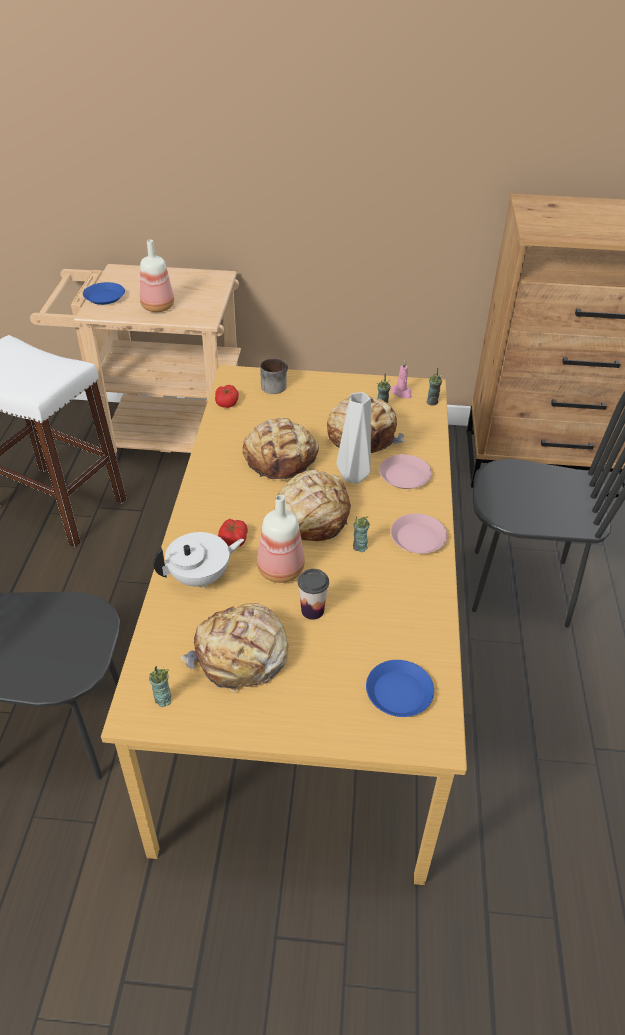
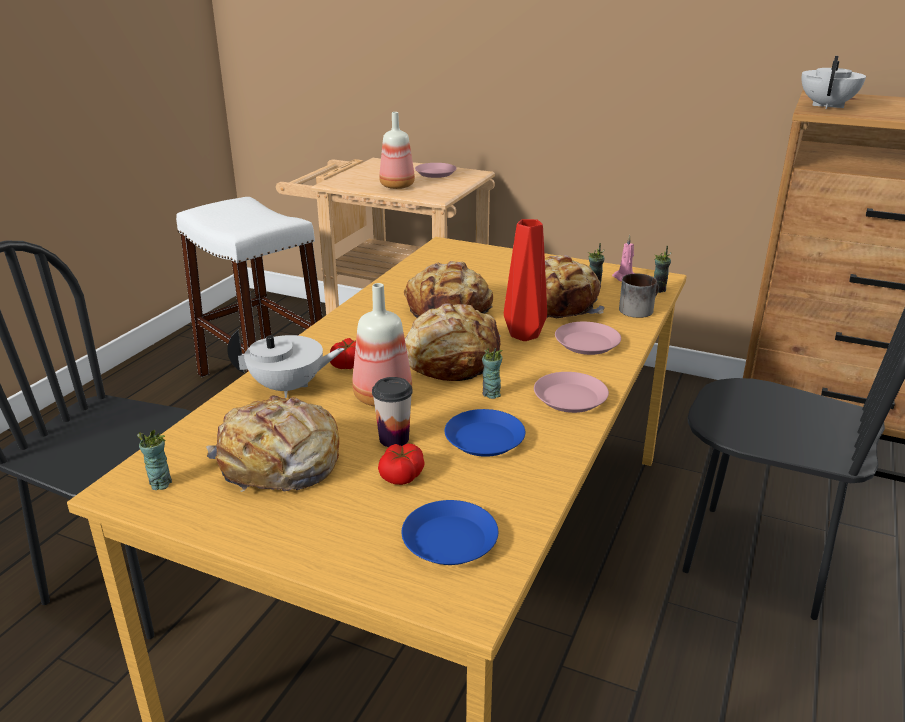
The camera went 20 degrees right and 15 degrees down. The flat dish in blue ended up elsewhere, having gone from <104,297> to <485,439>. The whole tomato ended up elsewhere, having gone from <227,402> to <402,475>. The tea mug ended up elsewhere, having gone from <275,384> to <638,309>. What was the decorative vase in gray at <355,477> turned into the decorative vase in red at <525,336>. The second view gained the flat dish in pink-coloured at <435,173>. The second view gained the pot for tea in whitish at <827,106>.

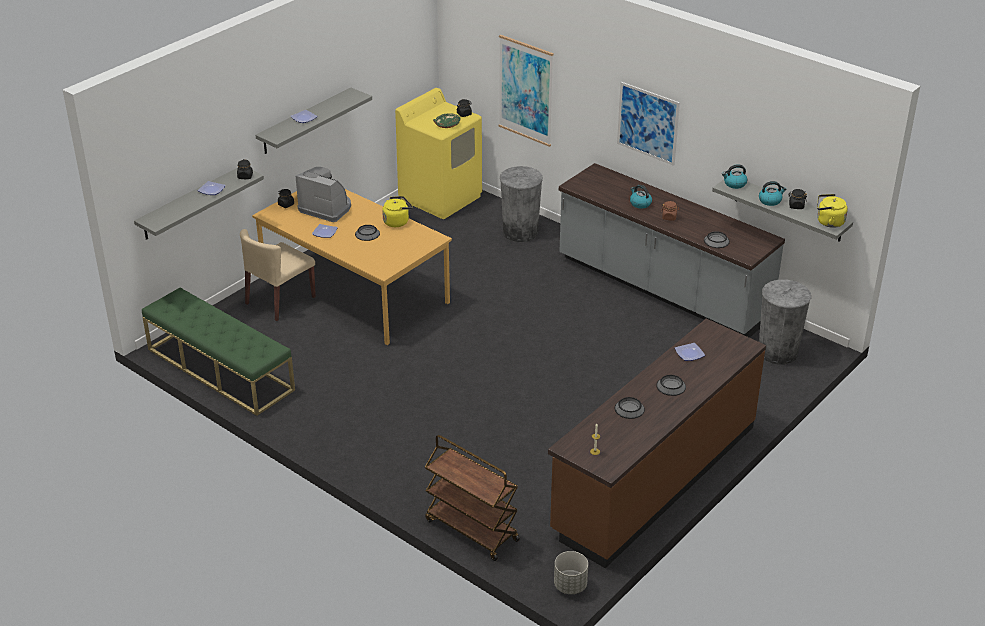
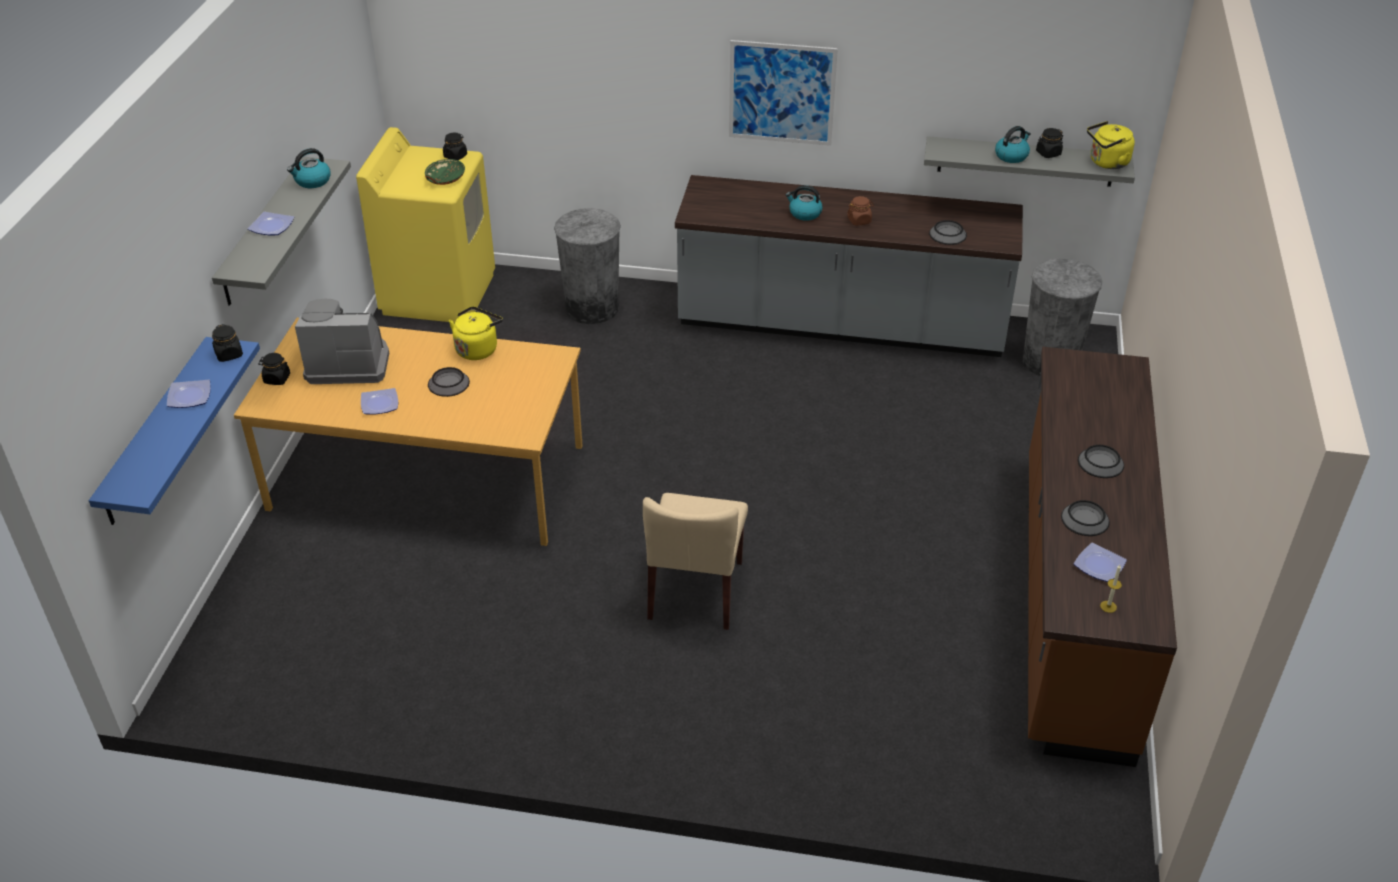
The camera went 30 degrees left and 5 degrees up. What was the bracket shelf in gray at <191,203> turned into the bracket shelf in blue at <156,431>. The second view lost the bench in green-coloured at <220,369>. The chair in beige ended up elsewhere, having gone from <280,300> to <696,590>. The second view lost the wheeled cart in brown at <471,530>. The second view lost the wall picture at <526,90>. The second view lost the plant pot in gray at <570,585>. The flat dish ended up elsewhere, having gone from <689,354> to <1099,566>. The tea kettle ended up elsewhere, having gone from <734,184> to <312,181>.

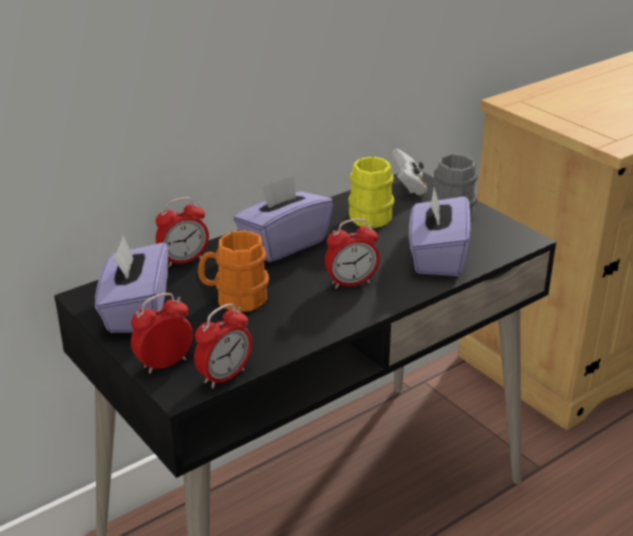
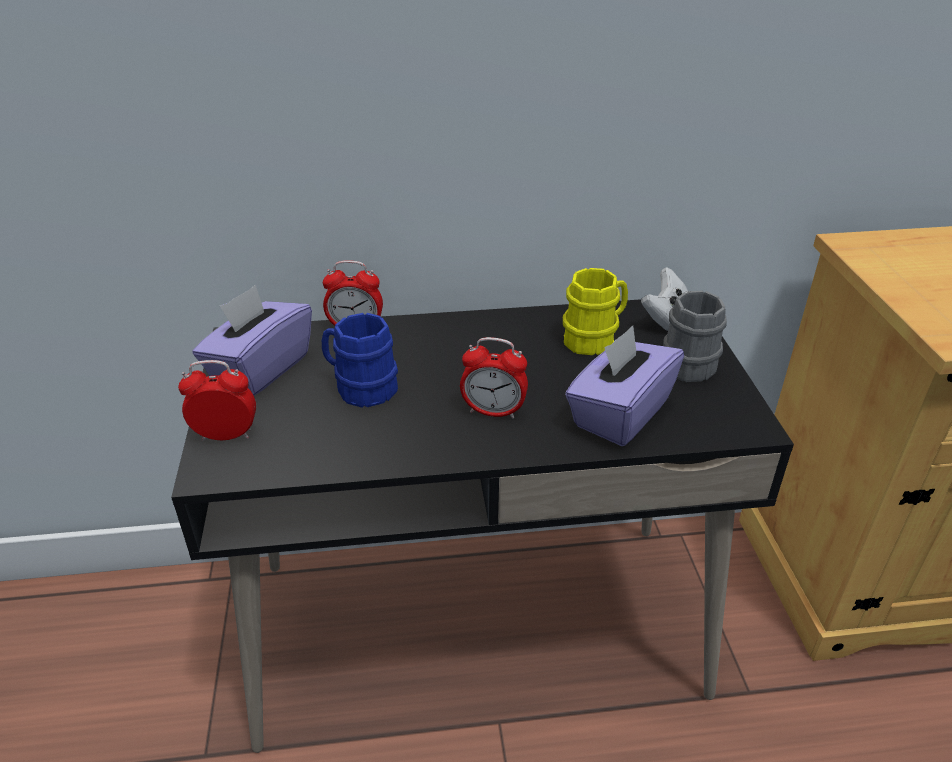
The camera went 30 degrees right and 5 degrees up. The second view lost the bedside clock at <224,376>. What was the tea mug in orange-coloured at <235,298> turned into the tea mug in blue at <360,387>. The second view lost the box of tissues in purplish at <283,243>.

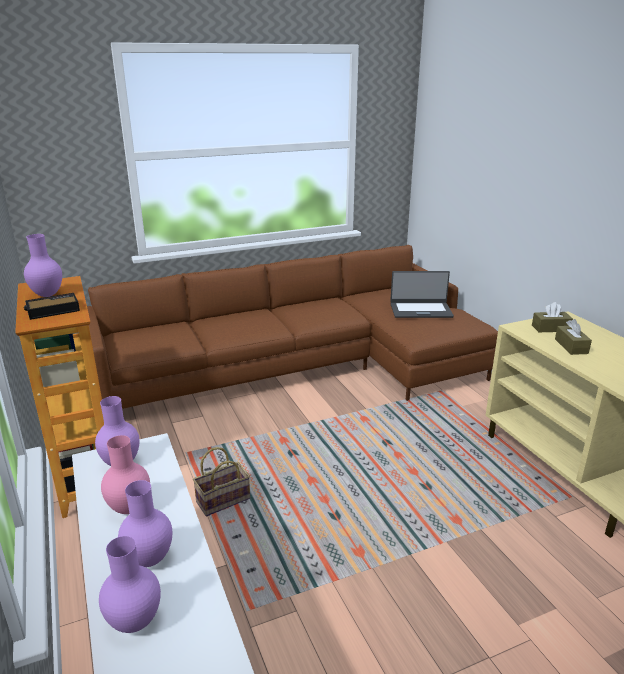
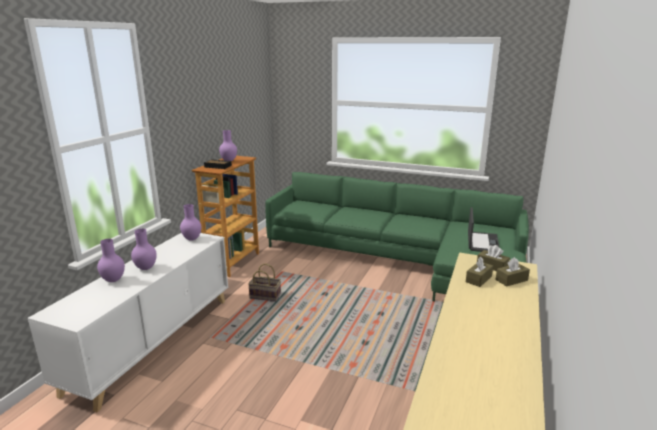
The camera went 45 degrees right and 5 degrees down. What was the settee in brown at <304,367> turned into the settee in green-coloured at <401,259>. The second view lost the decorative vase in pink-coloured at <128,509>. The notebook computer at <420,310> ended up facing another way, 120 degrees counterclockwise from before. The second view gained the box of tissues in brown at <511,280>.

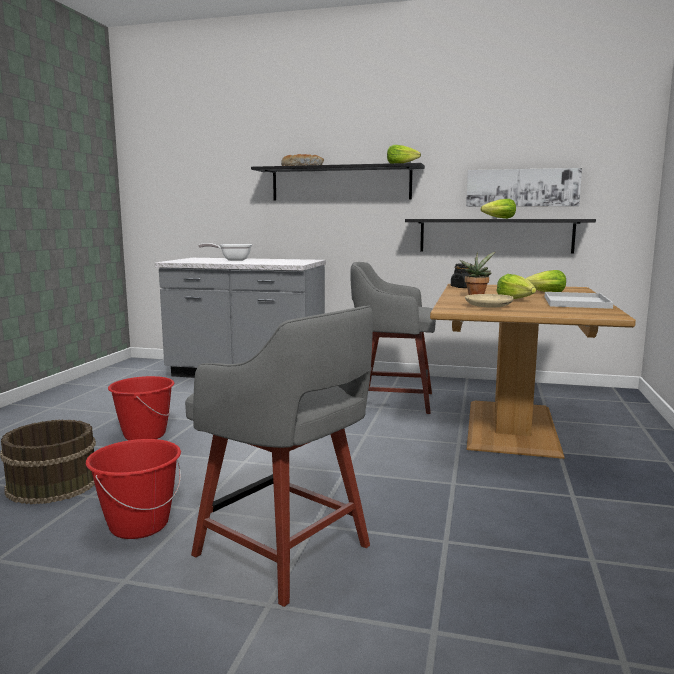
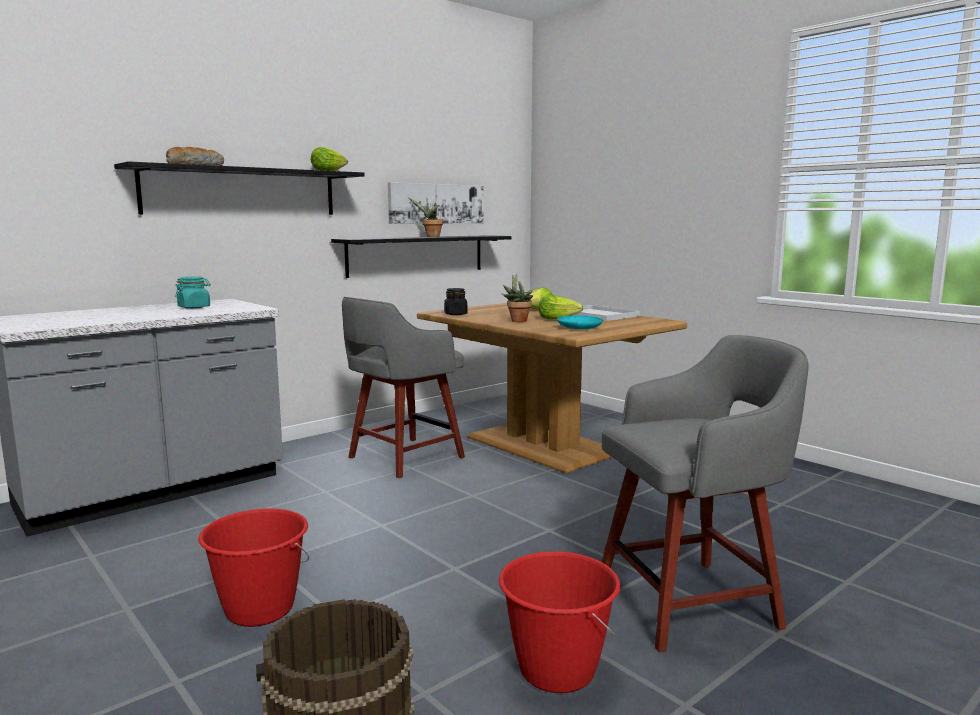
The camera went 55 degrees left and 0 degrees up. The second view lost the pan at <232,260>. What was the flat dish in beige at <488,306> turned into the flat dish in turquoise at <579,327>. Where the lettuce stood at <499,218>, the potted plant came to stand at <431,237>. The second view gained the jar in turquoise at <194,307>.

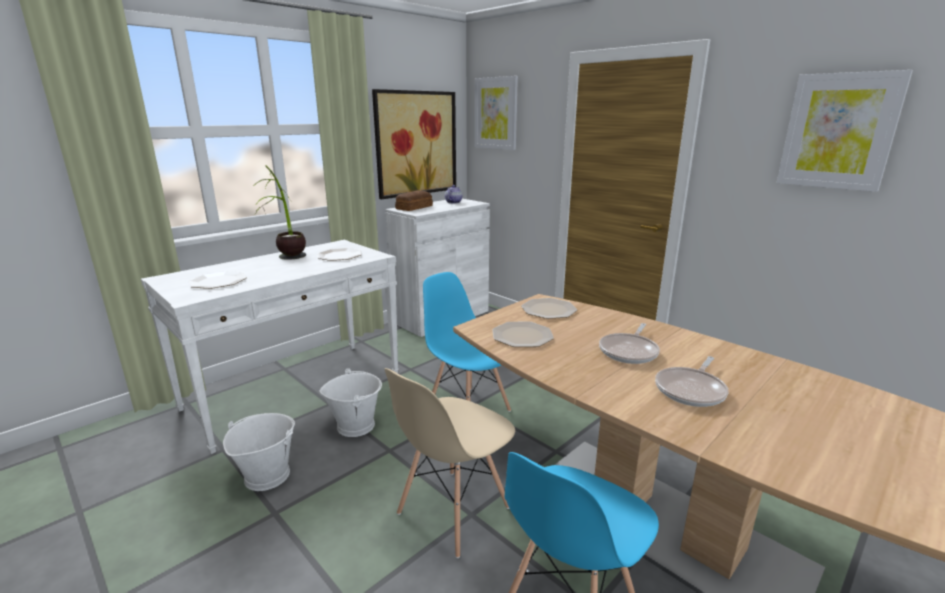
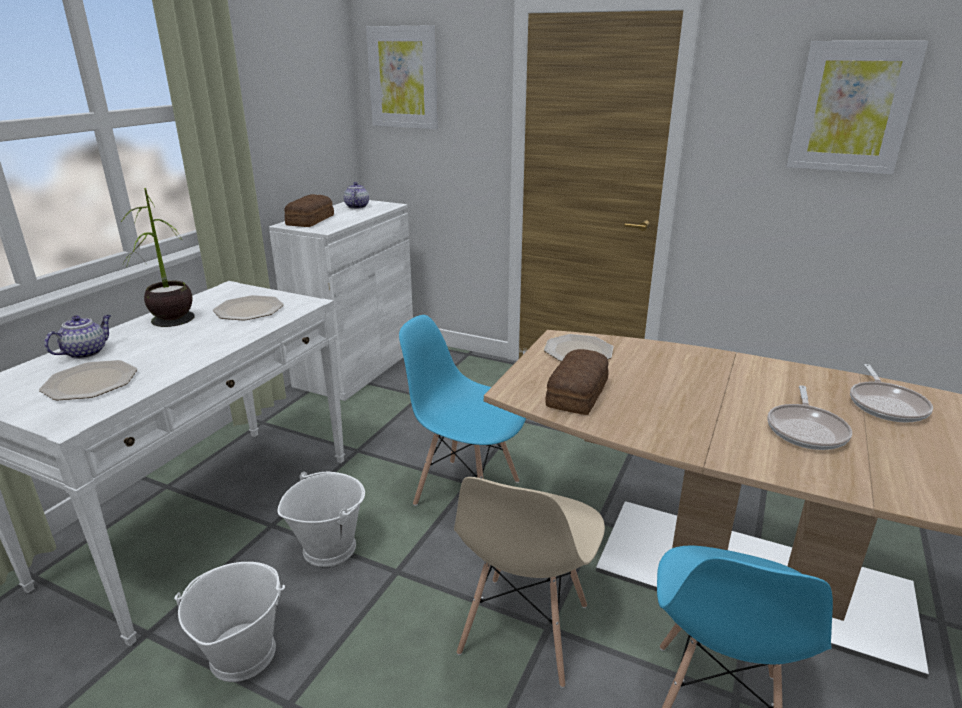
The camera went 20 degrees left and 5 degrees up. The second view lost the wall picture at <416,143>. Where the flat dish stood at <523,336>, the baked bread came to stand at <579,393>. The pan ended up elsewhere, having gone from <629,351> to <886,405>. The second view gained the pot for tea at <86,352>.

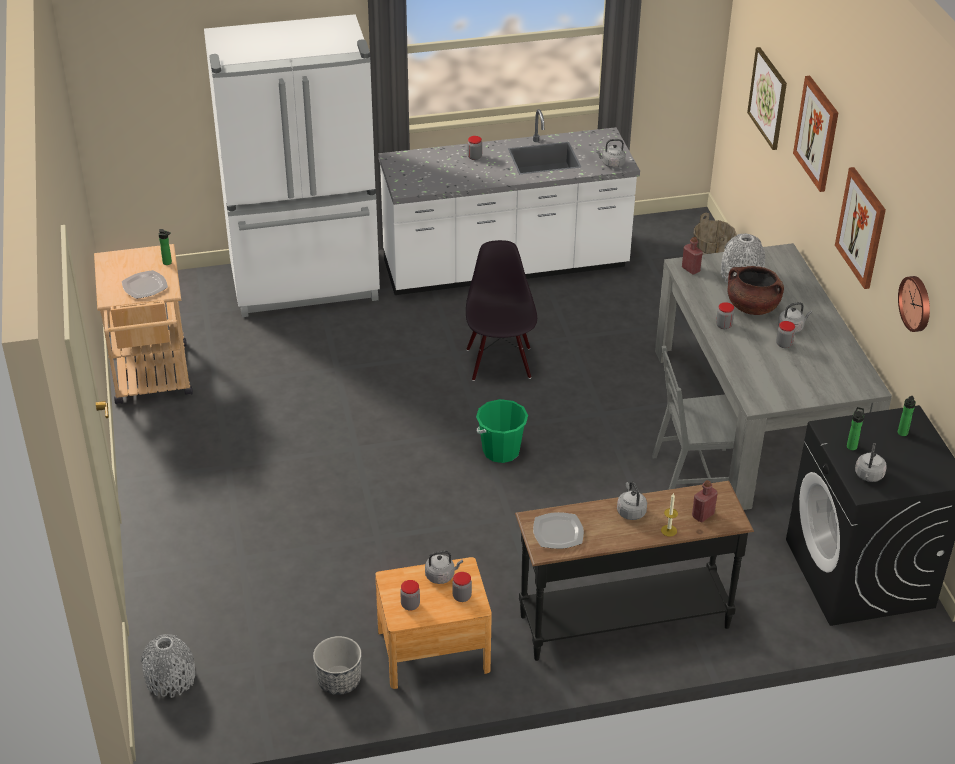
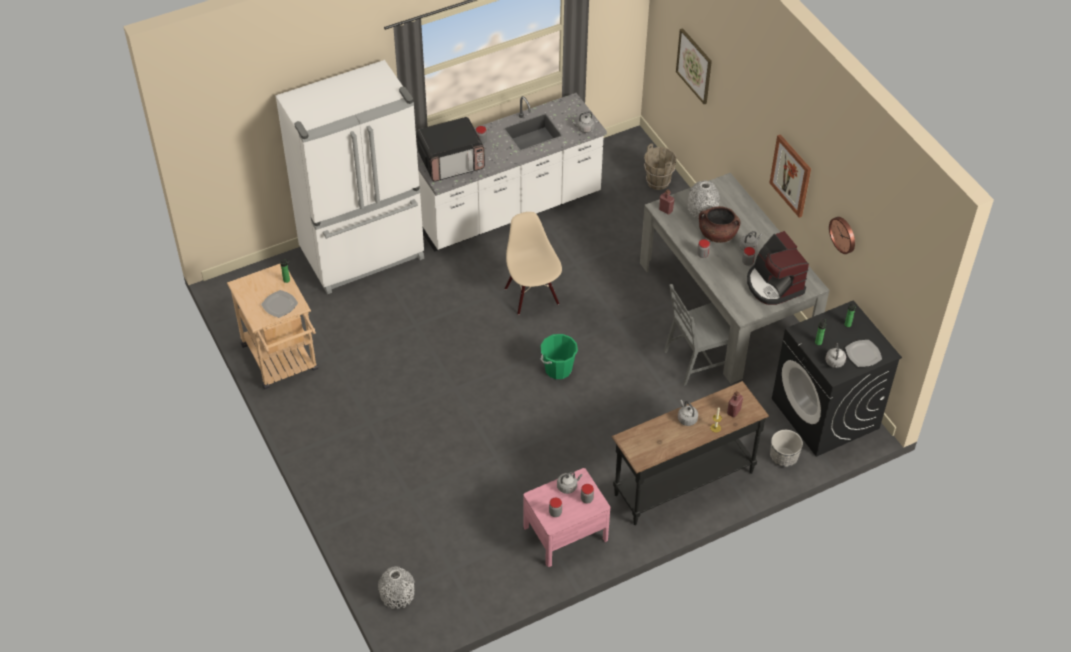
The camera went 15 degrees left and 10 degrees up. The plant pot ended up elsewhere, having gone from <339,681> to <783,457>. What was the night table in brown at <433,650> turned into the night table in pink-coloured at <565,533>. What was the chair in black-coloured at <499,363> turned into the chair in beige at <532,296>. The flat dish ended up elsewhere, having gone from <558,532> to <863,354>. The second view lost the wall picture at <817,133>. The second view gained the microwave at <451,161>. The second view gained the coffee brewer at <773,285>.

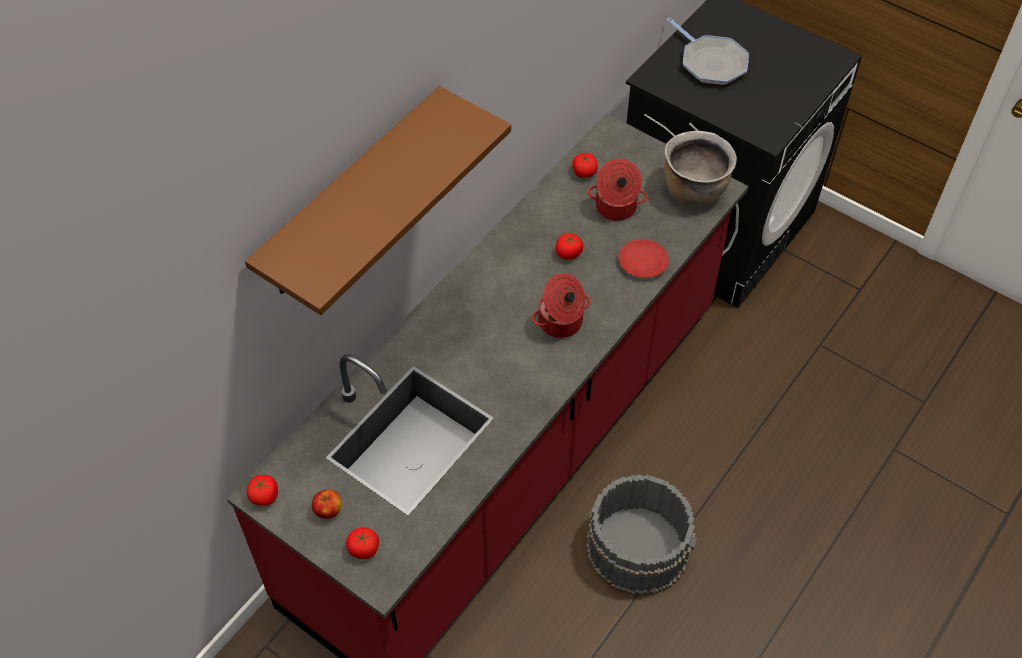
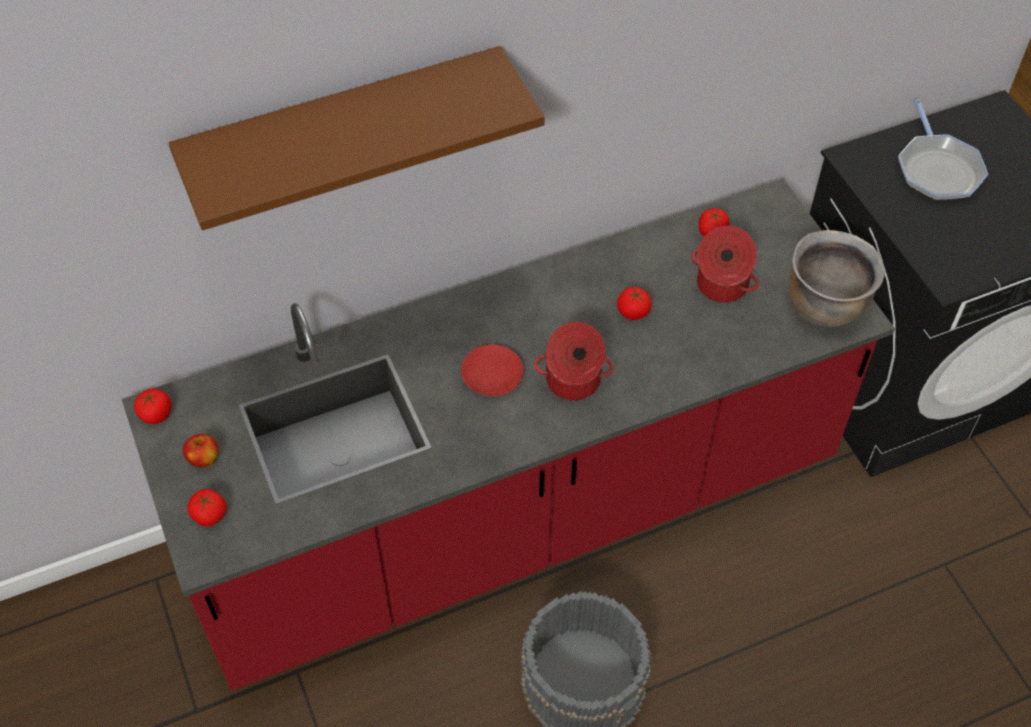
The camera went 30 degrees right and 0 degrees up. The flat dish in red ended up elsewhere, having gone from <643,263> to <492,376>.

